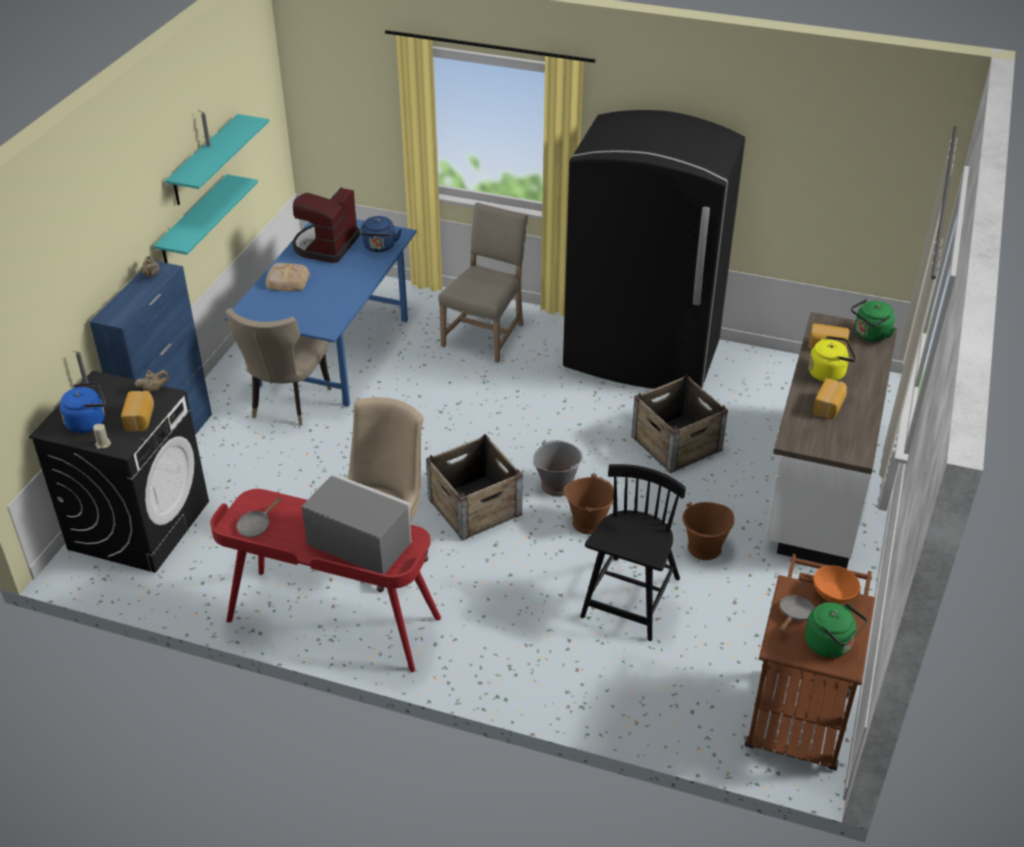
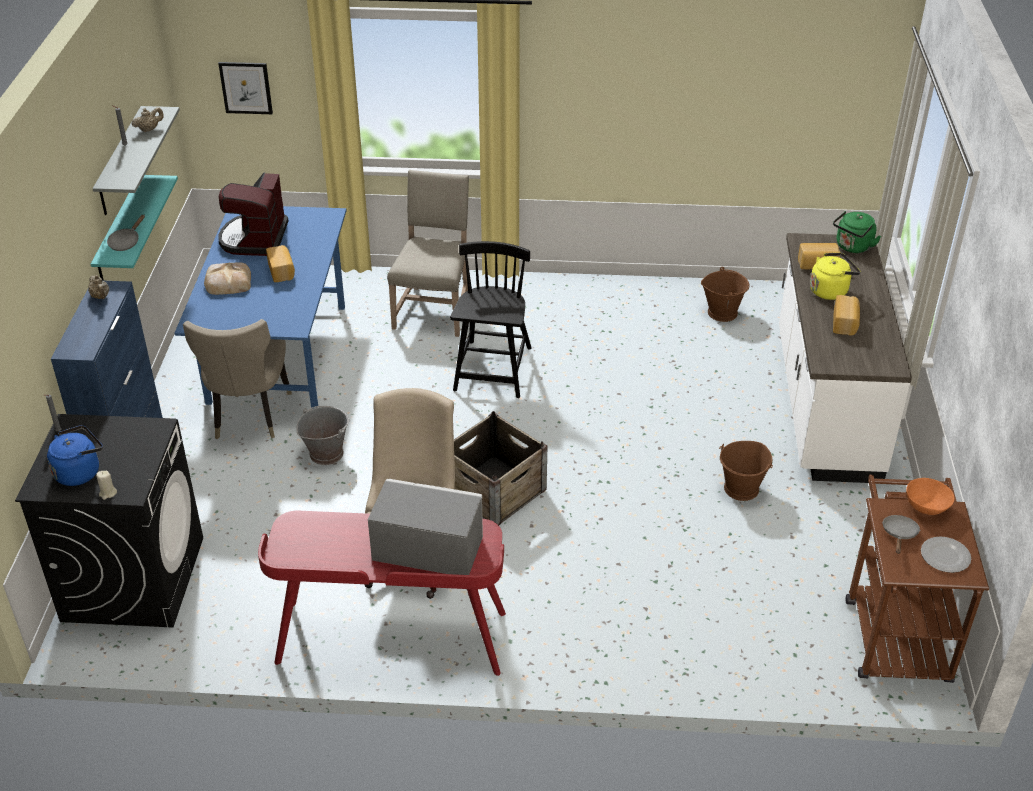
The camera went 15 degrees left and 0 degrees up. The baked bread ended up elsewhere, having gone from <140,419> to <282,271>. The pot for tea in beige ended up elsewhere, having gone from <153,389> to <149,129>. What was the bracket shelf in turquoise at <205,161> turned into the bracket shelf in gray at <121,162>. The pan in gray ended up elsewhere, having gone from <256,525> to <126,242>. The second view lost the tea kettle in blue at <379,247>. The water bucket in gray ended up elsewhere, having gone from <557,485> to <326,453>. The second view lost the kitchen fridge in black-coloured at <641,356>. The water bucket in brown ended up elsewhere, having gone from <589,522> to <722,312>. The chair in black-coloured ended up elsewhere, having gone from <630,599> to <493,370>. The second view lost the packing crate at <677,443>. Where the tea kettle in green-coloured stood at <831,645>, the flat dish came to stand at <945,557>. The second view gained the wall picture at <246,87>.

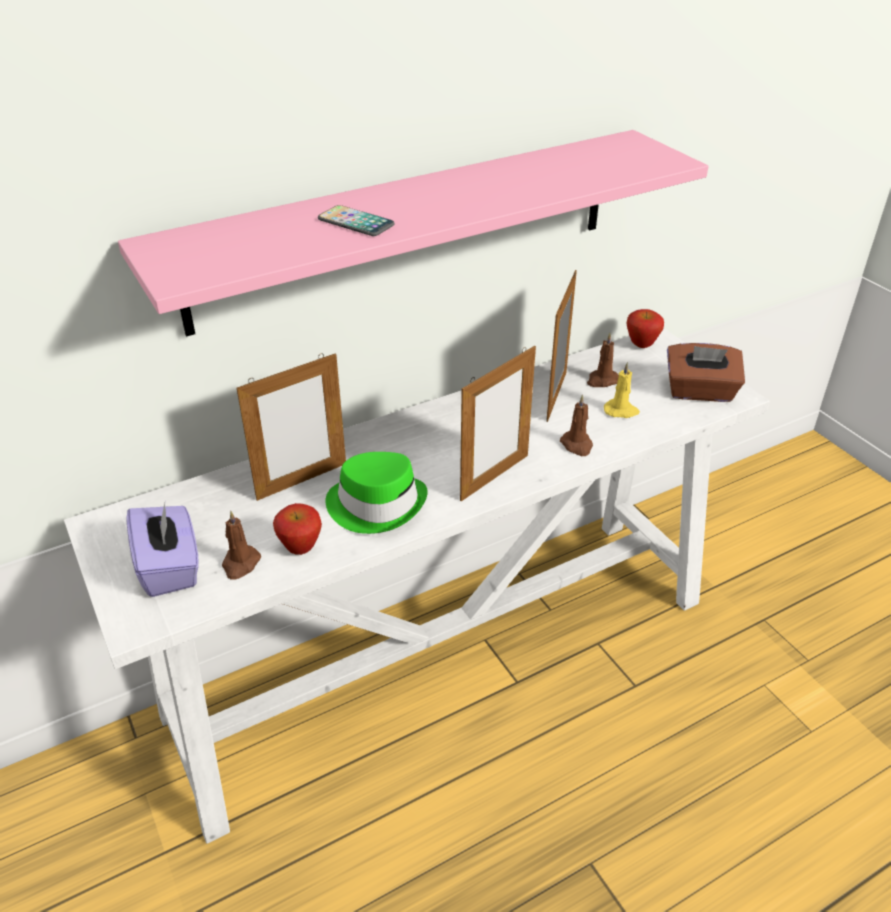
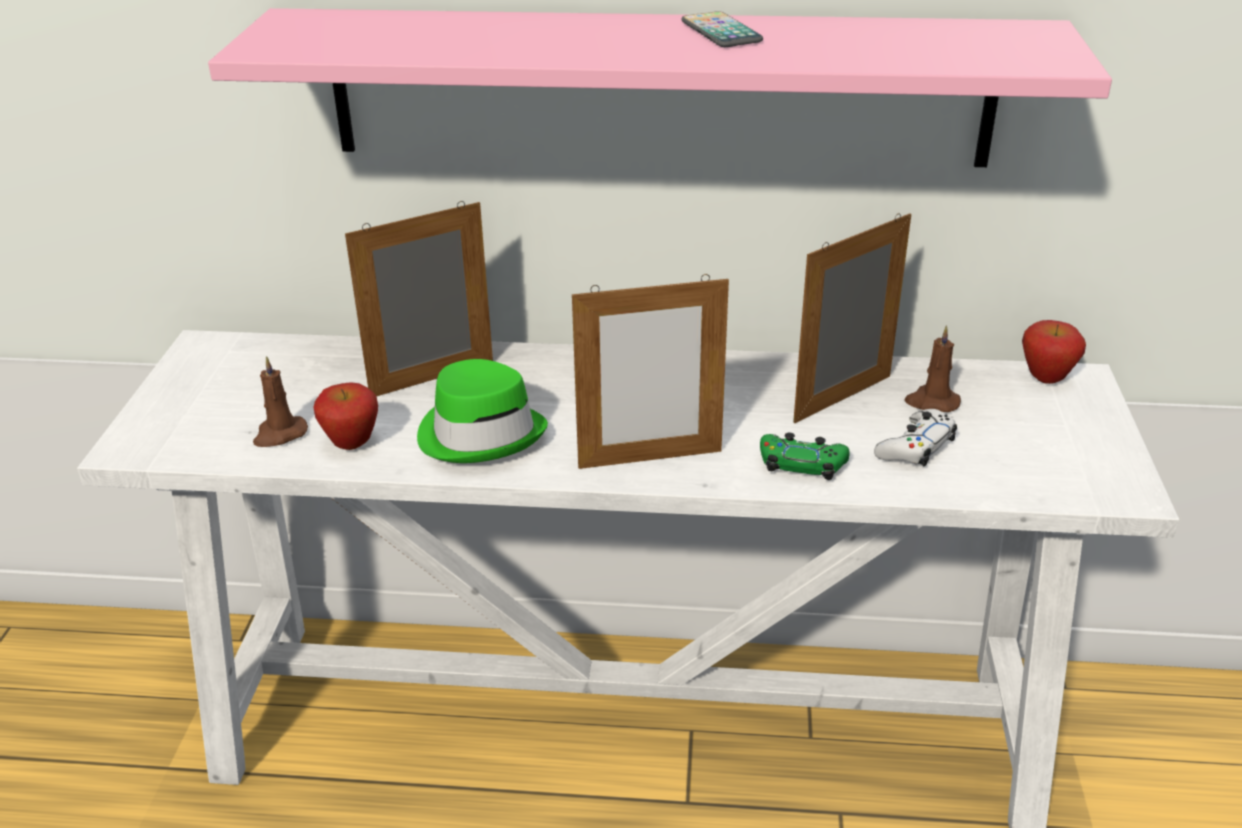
The camera went 35 degrees right and 5 degrees down. The second view lost the box of tissues in purplish at <170,567>. The photo frame at <302,481> ended up facing another way, 150 degrees clockwise from before. The handset ended up elsewhere, having gone from <356,222> to <721,32>. Where the candle in brown stood at <577,445>, the game controller in green-coloured came to stand at <802,464>. Where the candle in yellowish stood at <621,411>, the game controller in whitish came to stand at <915,447>. The second view lost the box of tissues in brown at <700,392>.

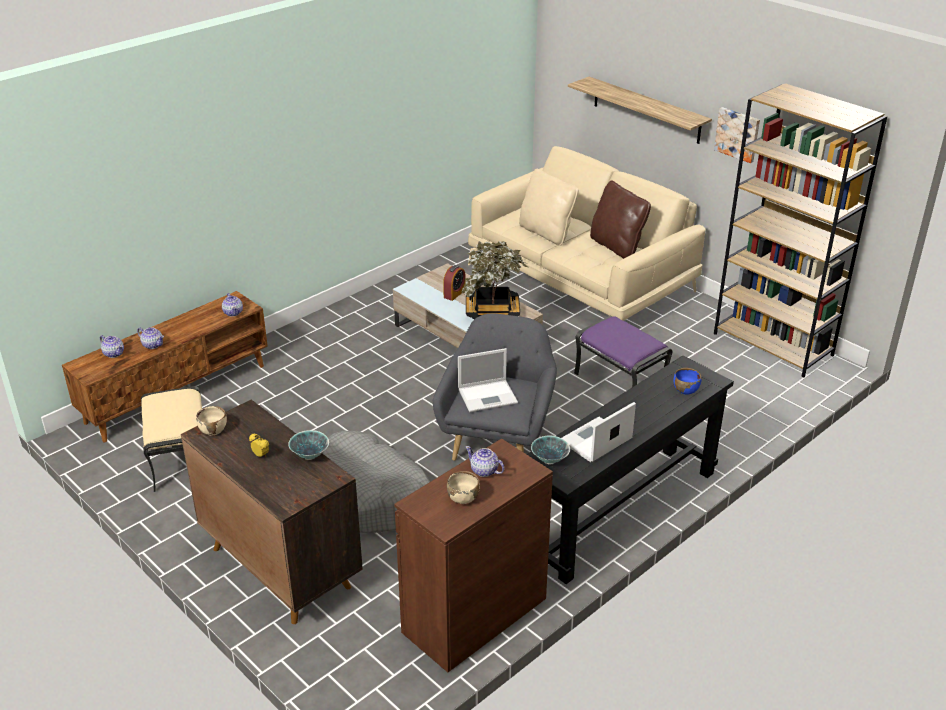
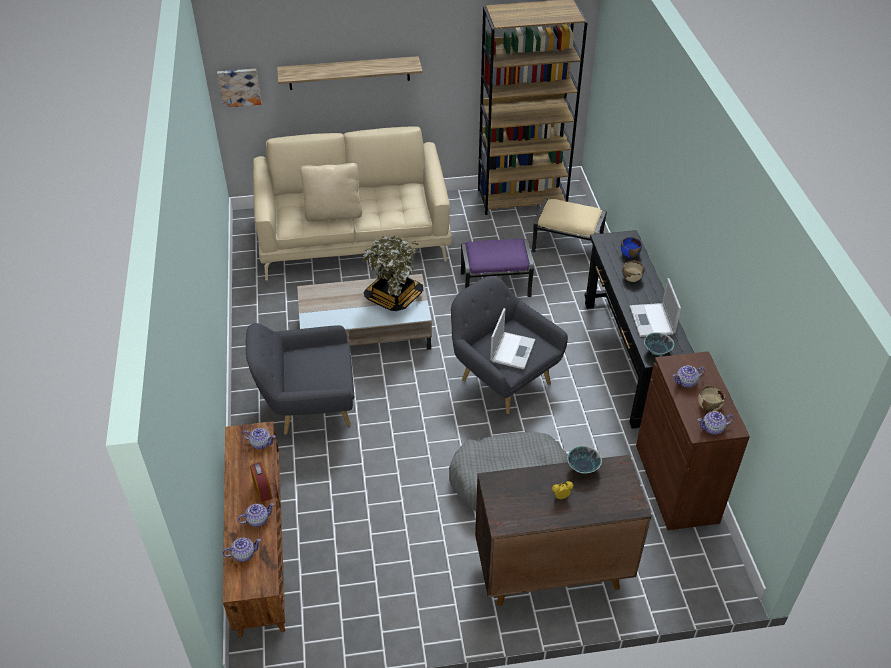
The camera went 55 degrees left and 10 degrees up. The footrest in beige ended up elsewhere, having gone from <179,458> to <566,246>. The bowl in beige ended up elsewhere, having gone from <213,430> to <631,278>. The bedside clock ended up elsewhere, having gone from <454,293> to <262,489>. The second view lost the cushion in brown at <617,247>. The wall picture ended up elsewhere, having gone from <738,134> to <239,87>. The second view gained the lounge chair in gray at <309,406>. The second view gained the pot for tea at <713,428>.

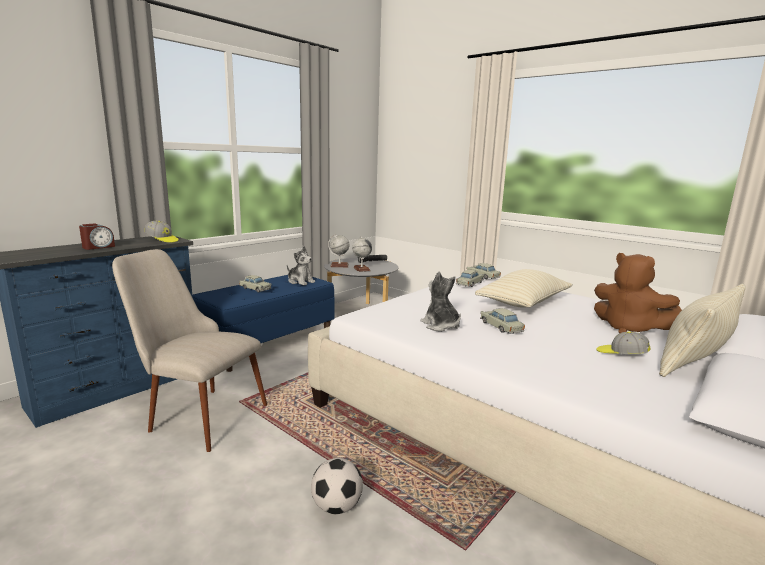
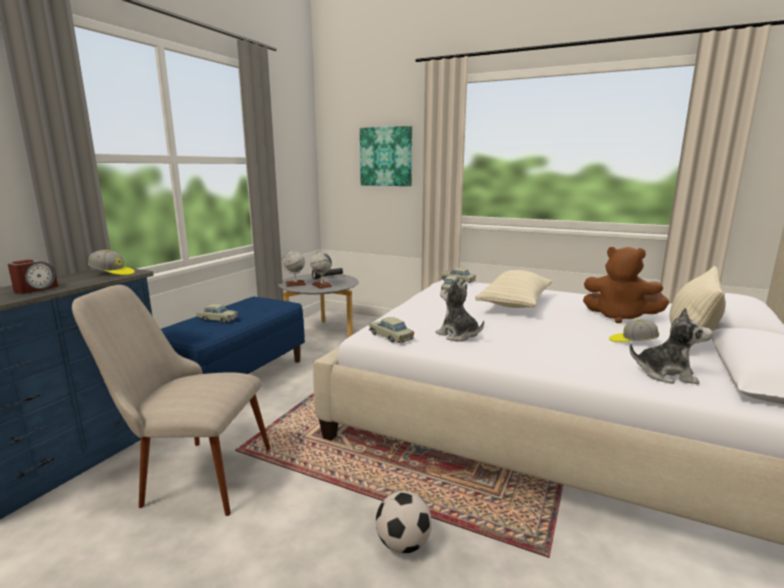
The camera went 15 degrees left and 0 degrees up. The soft toy ended up elsewhere, having gone from <300,281> to <666,374>. The miniature car in beige ended up elsewhere, having gone from <501,327> to <390,336>. The second view gained the wall picture at <386,156>.

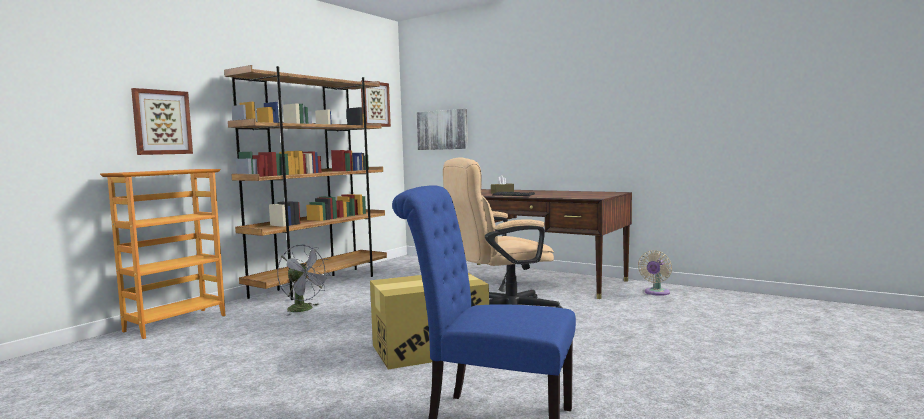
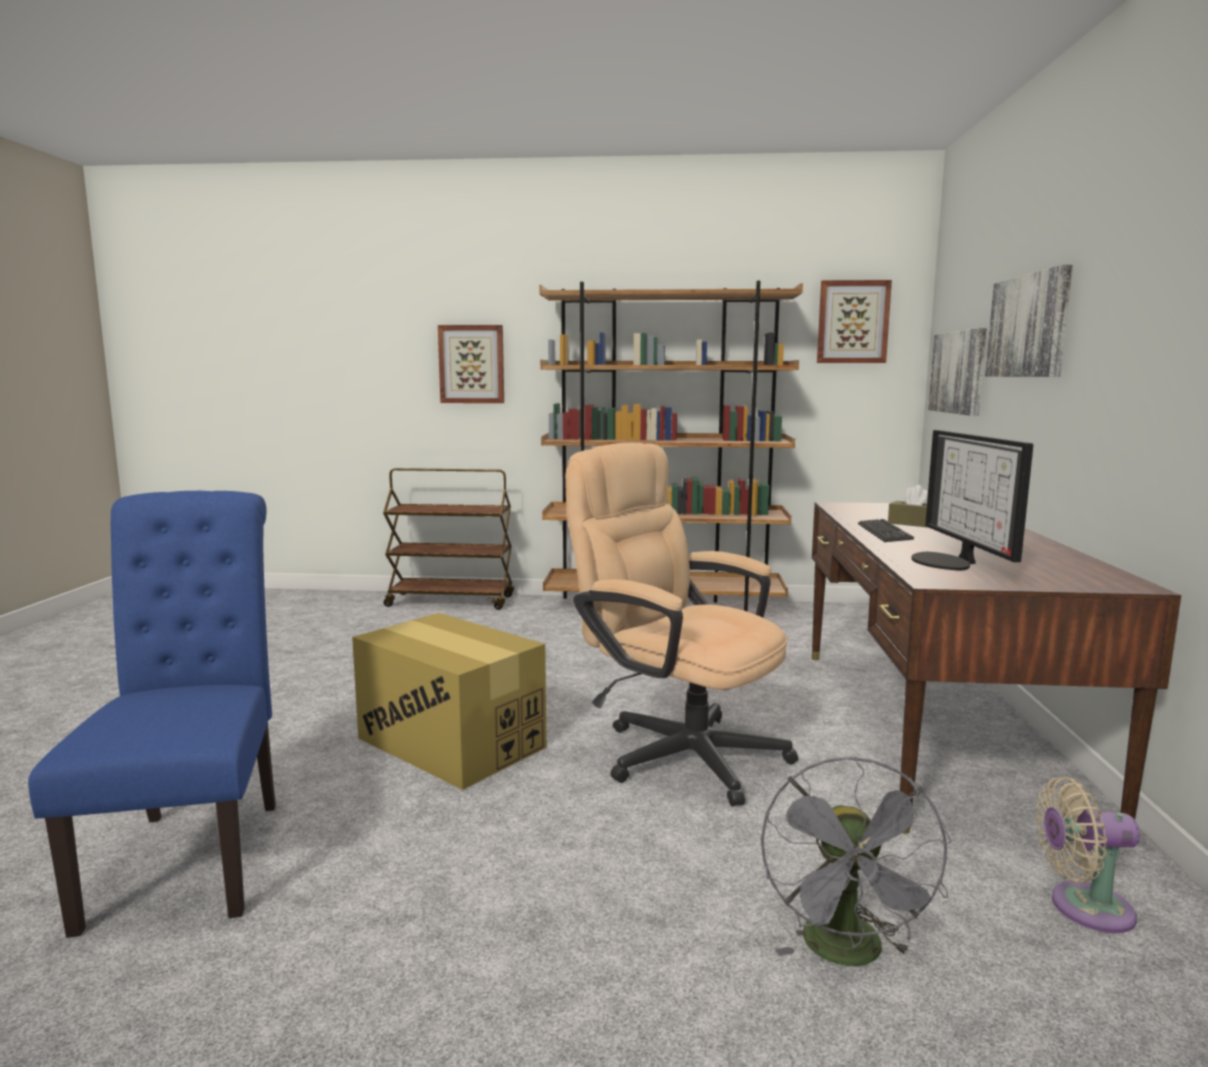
The camera went 60 degrees right and 5 degrees up. Where the shelving unit stood at <175,323>, the wheeled cart in brown came to stand at <452,601>. The cooling fan in gray ended up elsewhere, having gone from <304,310> to <848,954>. The second view gained the computer display at <949,562>. The second view gained the wall picture at <1029,326>.

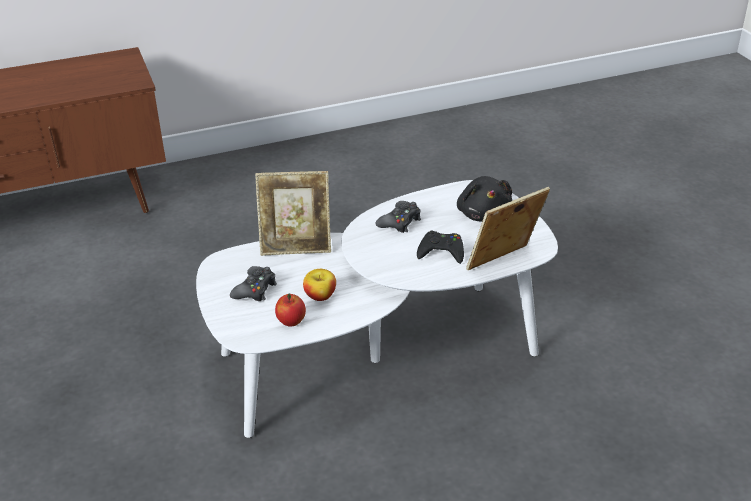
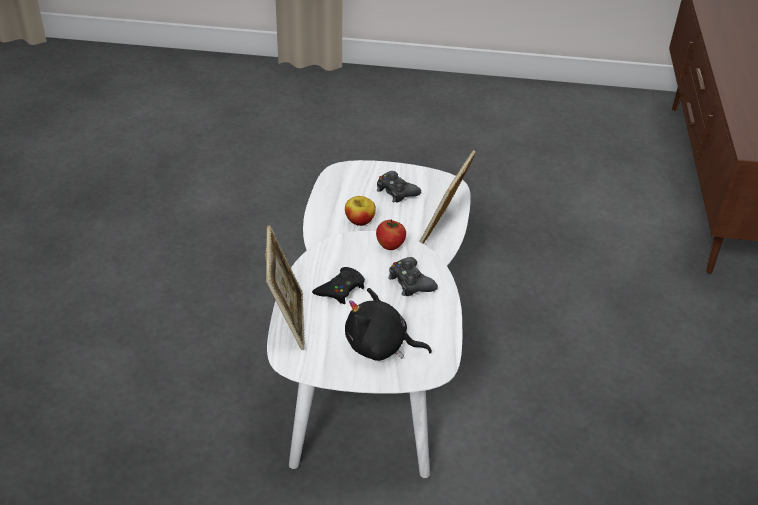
The camera went 115 degrees right and 5 degrees up. The apple fruit ended up elsewhere, having gone from <291,322> to <390,246>.

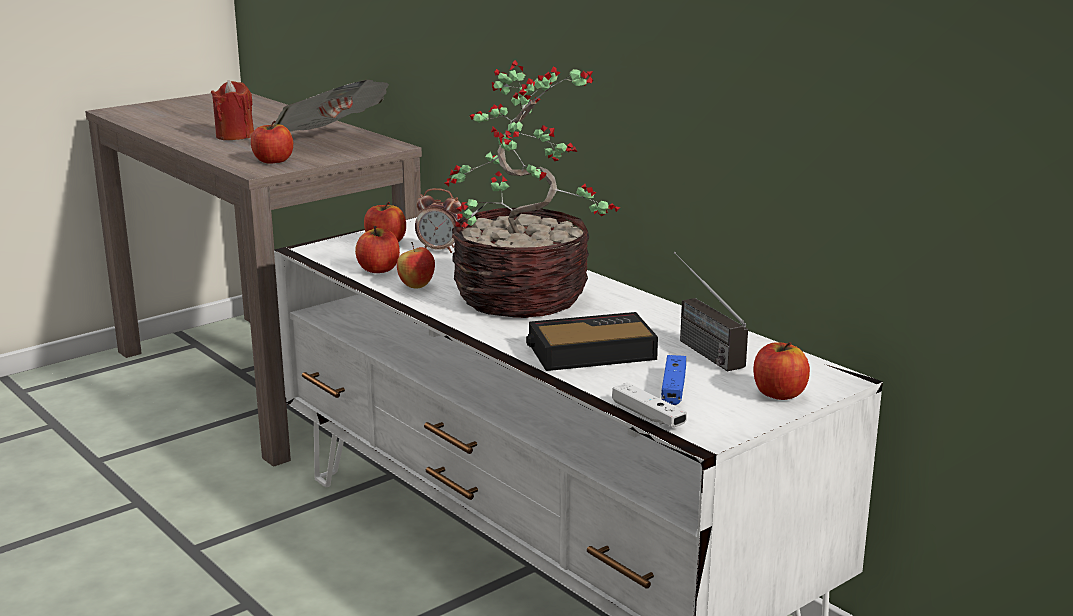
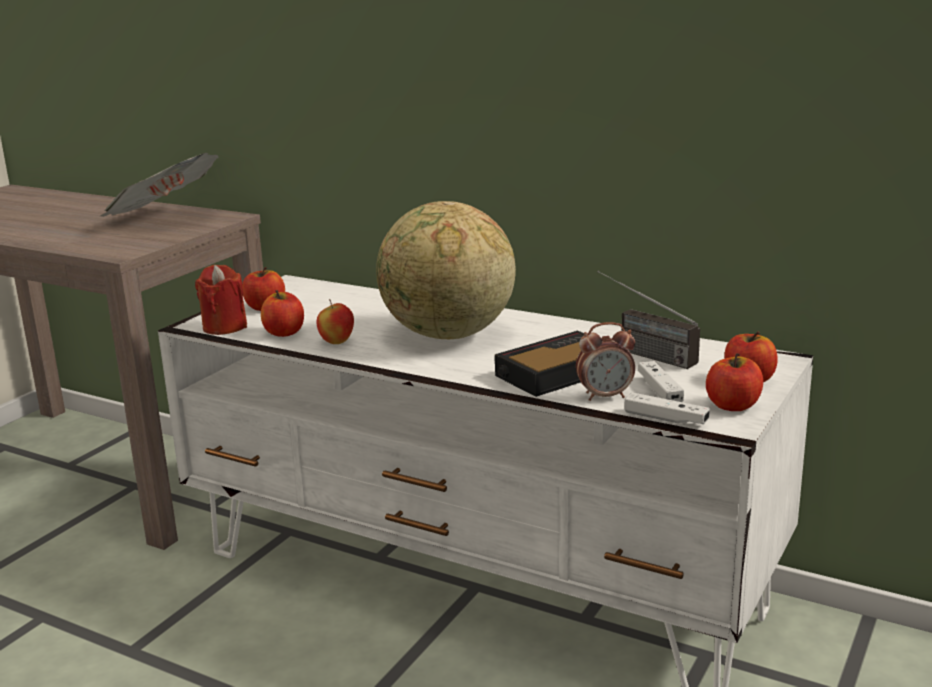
The camera went 20 degrees left and 0 degrees up. The candle in red ended up elsewhere, having gone from <235,136> to <224,327>. The apple fruit ended up elsewhere, having gone from <273,161> to <733,406>. The bedside clock ended up elsewhere, having gone from <439,250> to <605,396>. Where the potted plant stood at <525,297>, the desk globe came to stand at <447,335>. What was the game controller in blue at <673,387> turned into the game controller in whitish at <659,391>.

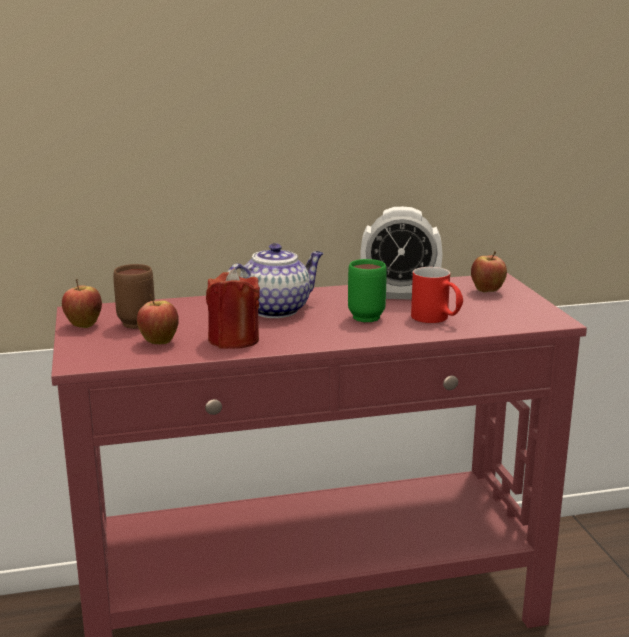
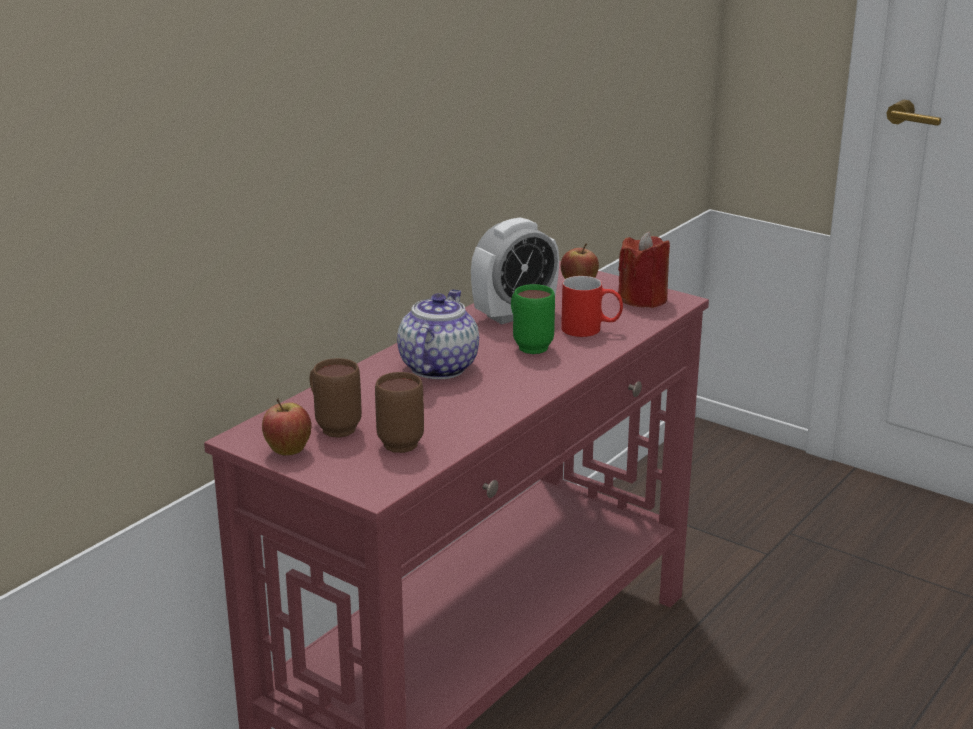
The camera went 40 degrees left and 5 degrees up. Where the apple fruit stood at <159,342>, the tea mug in brown came to stand at <404,441>. The candle in red ended up elsewhere, having gone from <234,340> to <643,299>.

